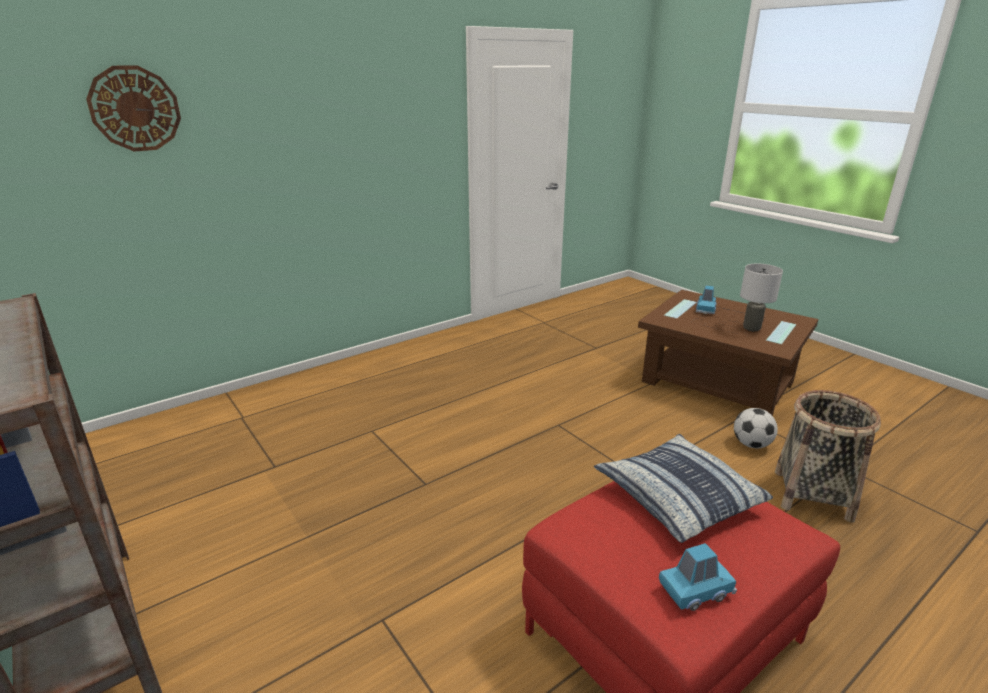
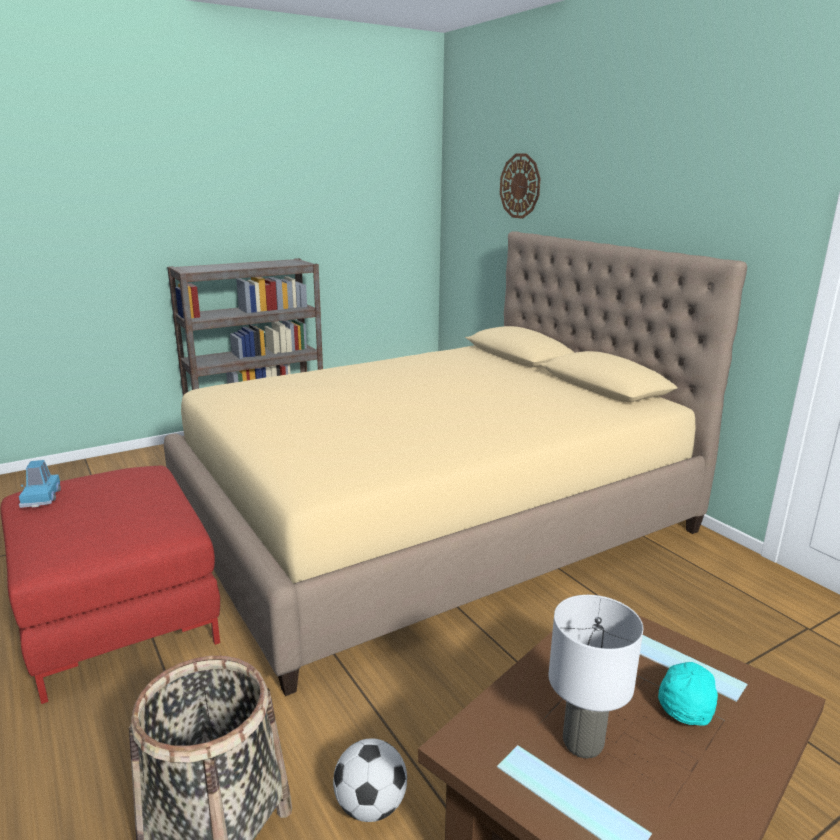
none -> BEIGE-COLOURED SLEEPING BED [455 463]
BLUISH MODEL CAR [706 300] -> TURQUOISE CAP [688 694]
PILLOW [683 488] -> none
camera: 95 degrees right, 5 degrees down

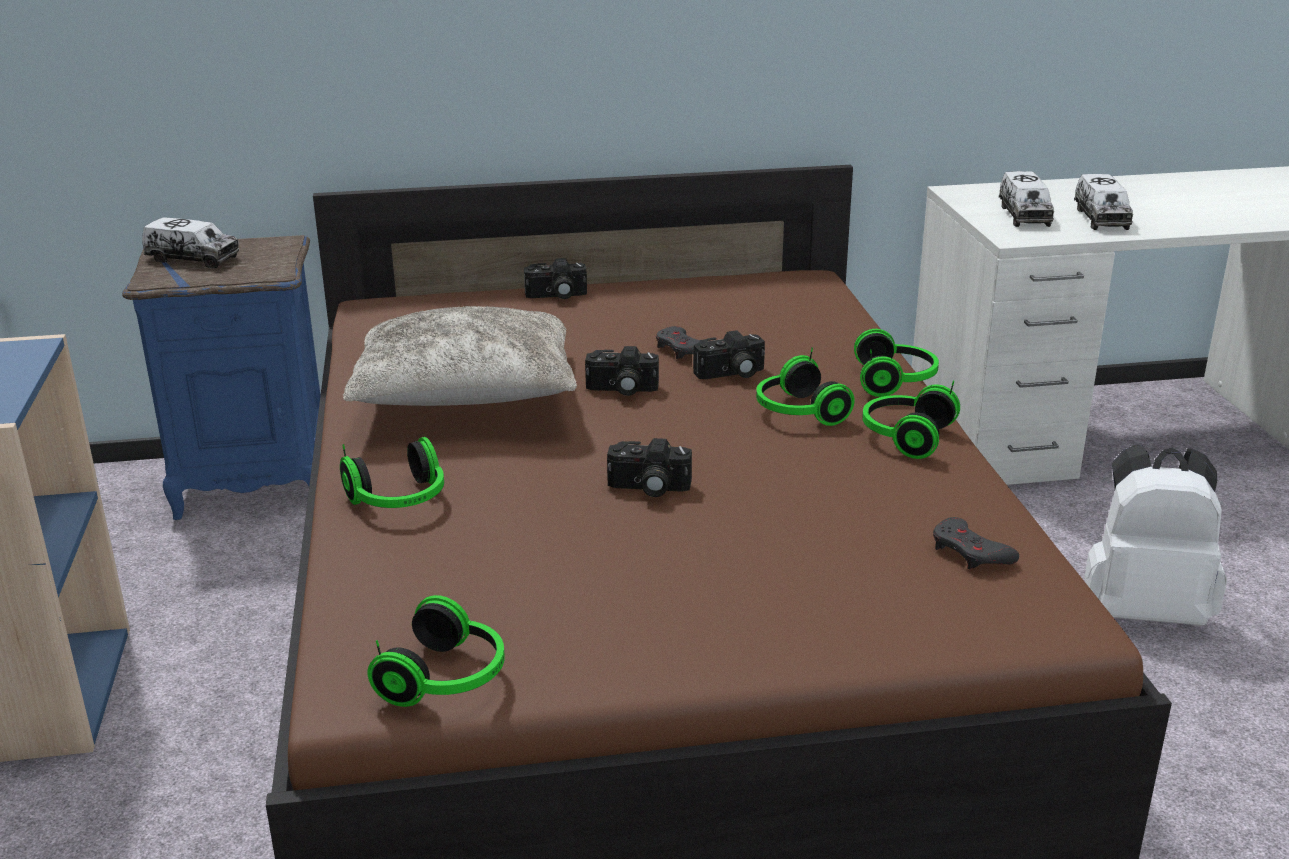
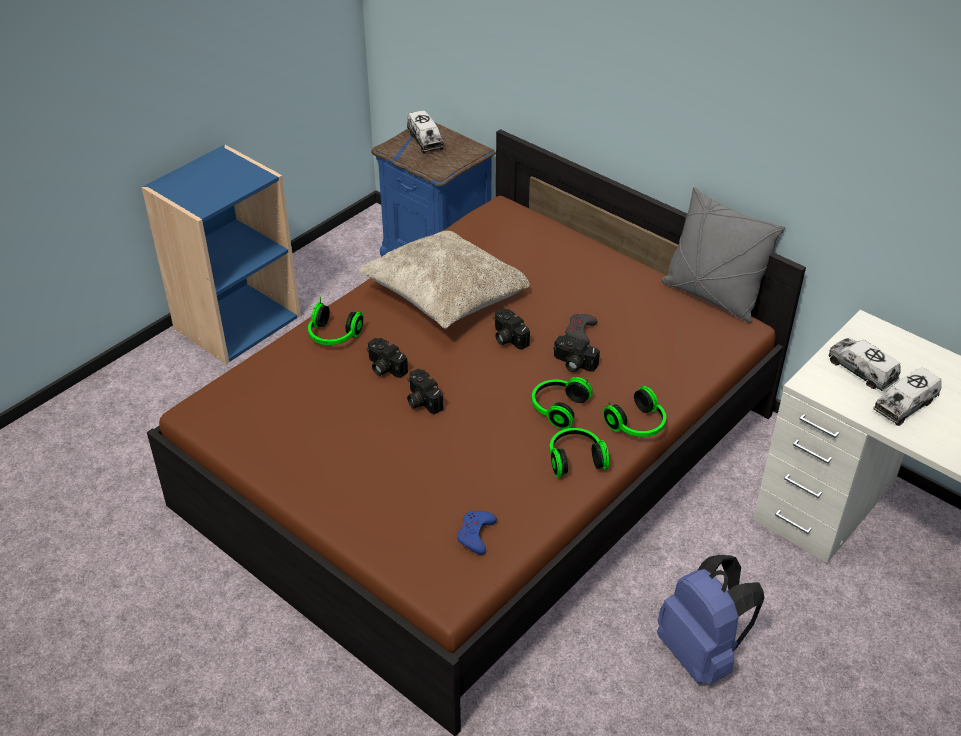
PHOTO CAMERA [555 278] -> PHOTO CAMERA [387 358], moved
GRAY GAME CONTROLLER [976 543] -> BLUISH GAME CONTROLLER [477 533]
WHITISH BACKPACK [1155 535] -> BLUISH BACKPACK [711 620]
none -> GRAY PILLOW [723 255]
MODEL TRUCK [1026 199] -> MODEL TRUCK [864 364], 90 degrees clockwise
HEADSET [436 651] -> none
camera: 50 degrees right, 15 degrees up

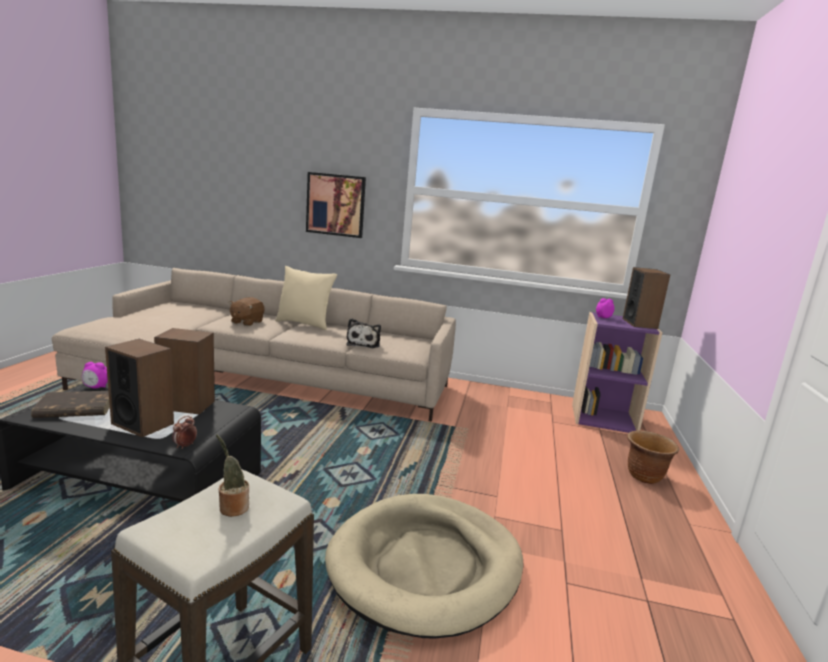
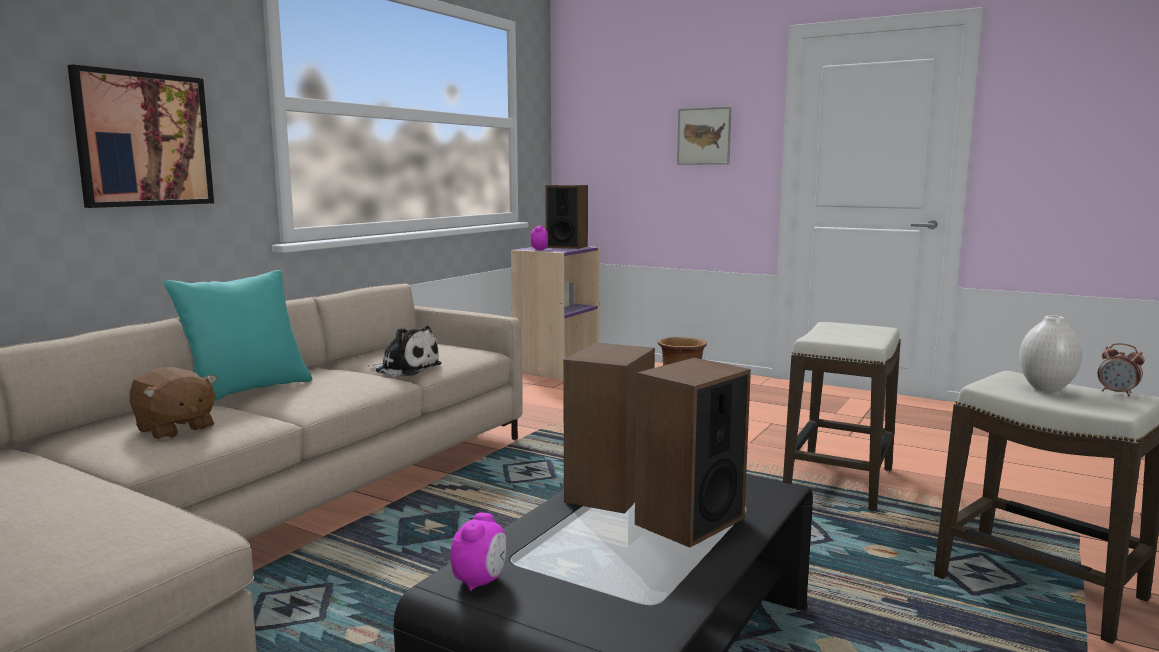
BEIGE-COLOURED PILLOW [306 298] -> TURQUOISE PILLOW [238 335]
none -> PICTURE [704 136]
BEIGE-COLOURED DOG BED [424 566] -> SITTING STOOL [842 416]
HOUSEPLANT [232 475] -> WHITISH DECORATIVE VASE [1050 353]
BEDSIDE CLOCK [184 432] -> BEDSIDE CLOCK [1121 369], moved
BROWN-COLOURED BOOK [70 404] -> none
camera: 70 degrees left, 5 degrees down

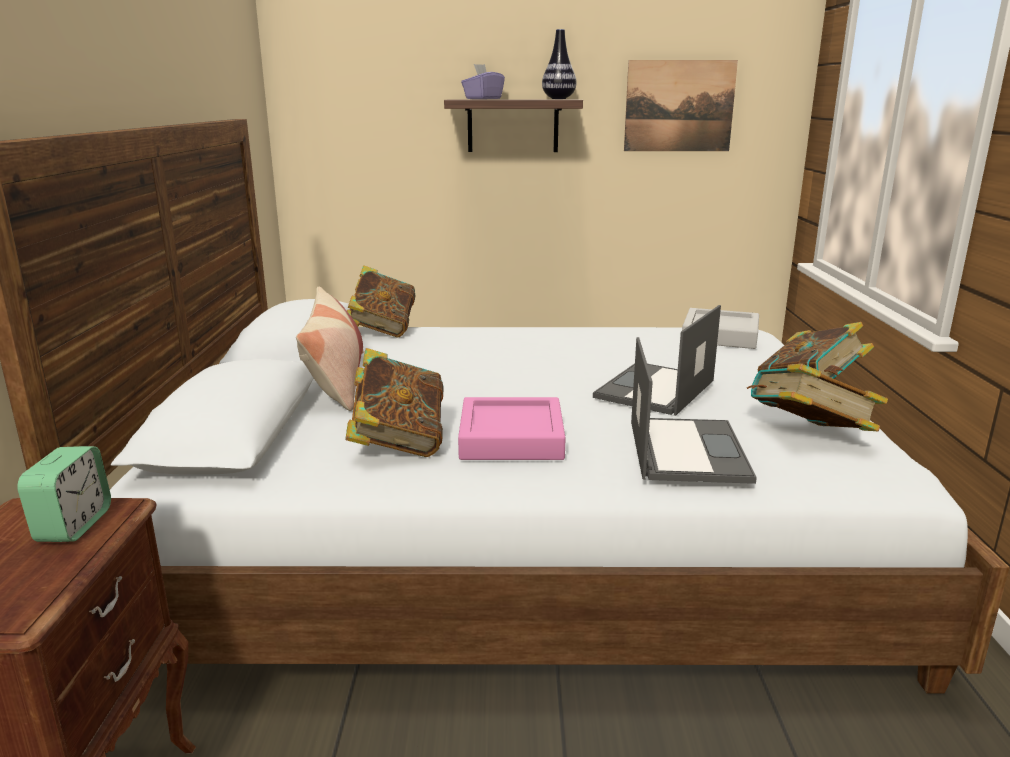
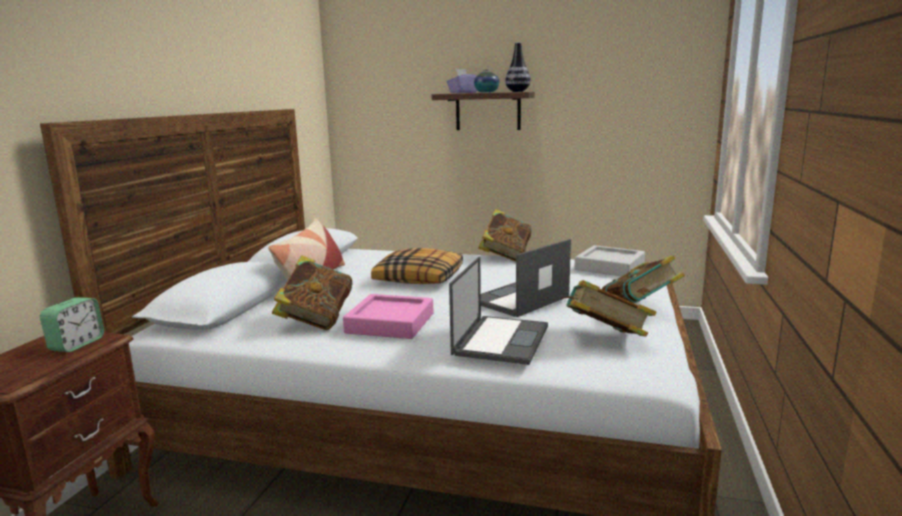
none -> PILLOW [417 266]
none -> DECORATIVE VASE [486 81]
BOOK [381 301] -> BOOK [505 235], moved
PICTURE [681 105] -> none
camera: 15 degrees right, 5 degrees down

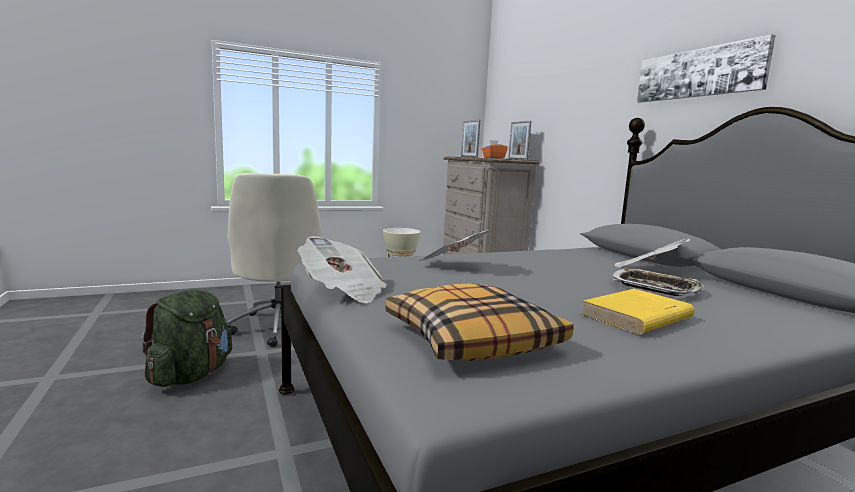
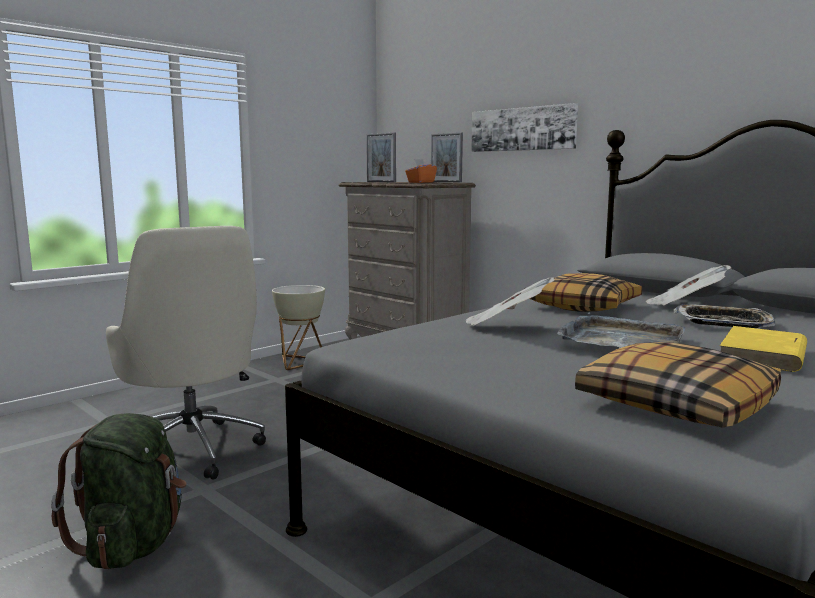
PICTURE [706 68] -> PICTURE [524 127], moved
none -> PILLOW [586 292]
none -> GRAY TRAY [621 330]
DAILY PAPER [342 269] -> none
camera: 20 degrees left, 0 degrees up

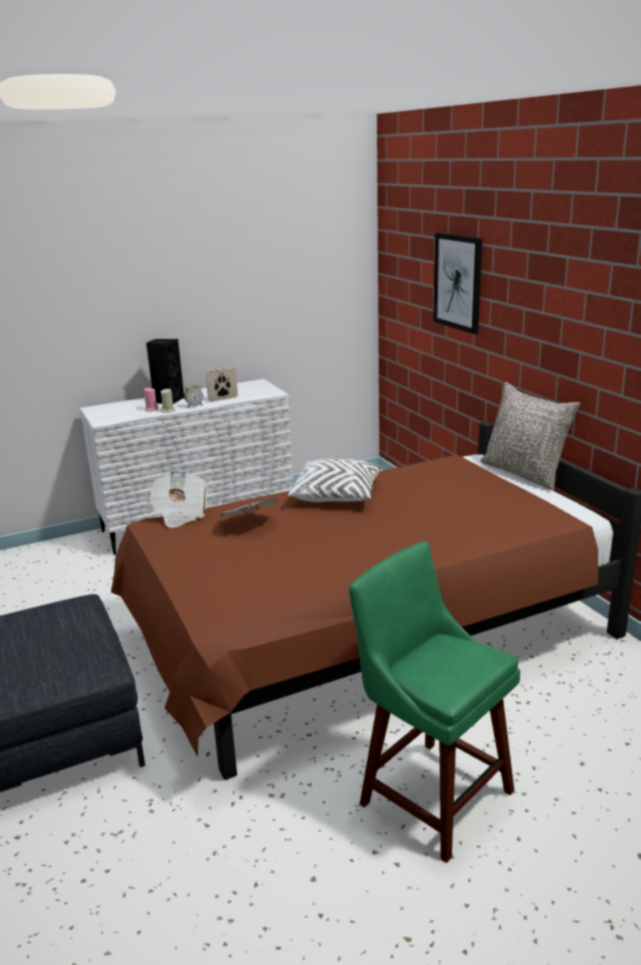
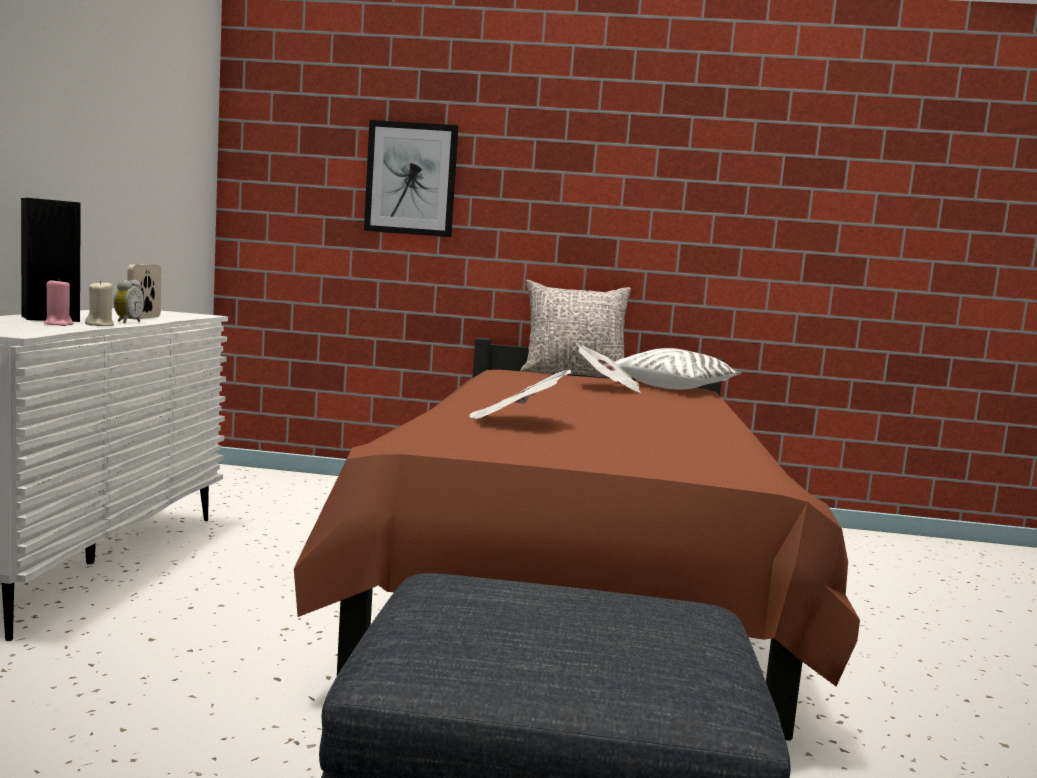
DAILY PAPER [178 498] -> DAILY PAPER [608 368], moved
WHITISH PILLOW [335 480] -> WHITISH PILLOW [678 369], moved
GREEN CHAIR [434 702] -> none
camera: 60 degrees left, 15 degrees down

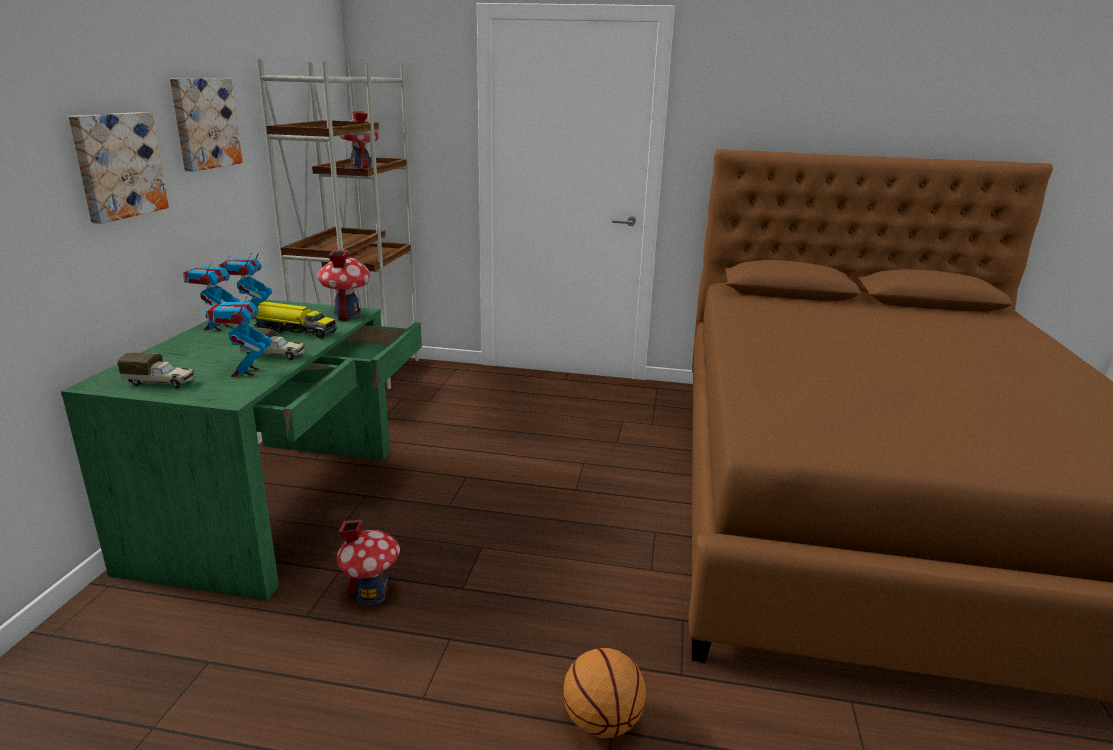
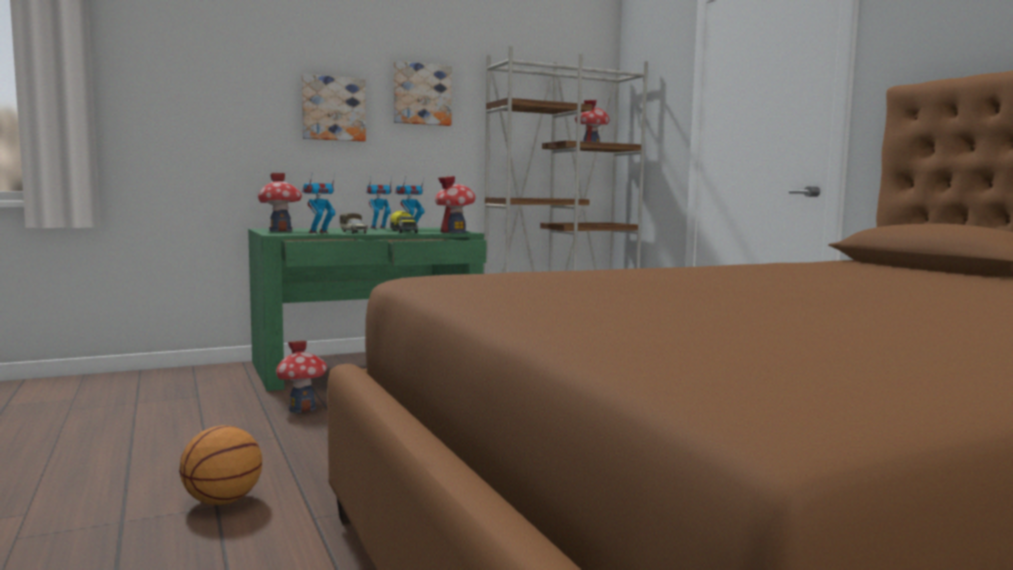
MODEL TRUCK [156 370] -> TOY HOUSE [280 202]
camera: 55 degrees right, 15 degrees down

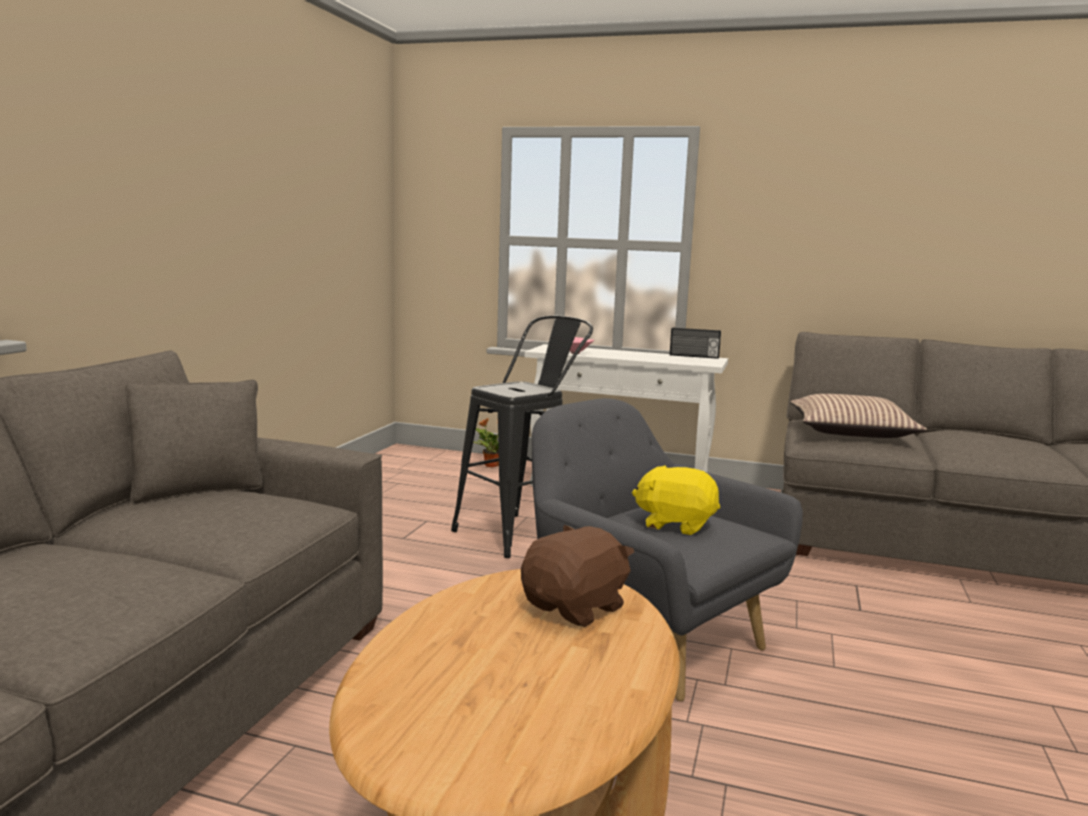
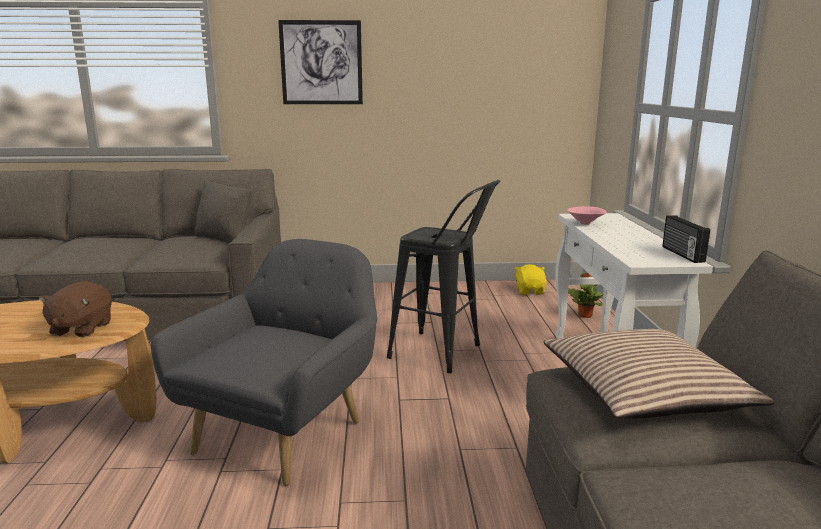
BROWN-COLOURED PLUSH TOY [577 576] -> BROWN-COLOURED PLUSH TOY [75 309], 75 degrees clockwise
none -> PICTURE [320 62]
YELLOWISH PLUSH TOY [676 500] -> YELLOWISH PLUSH TOY [531 279], moved
camera: 70 degrees right, 5 degrees up

